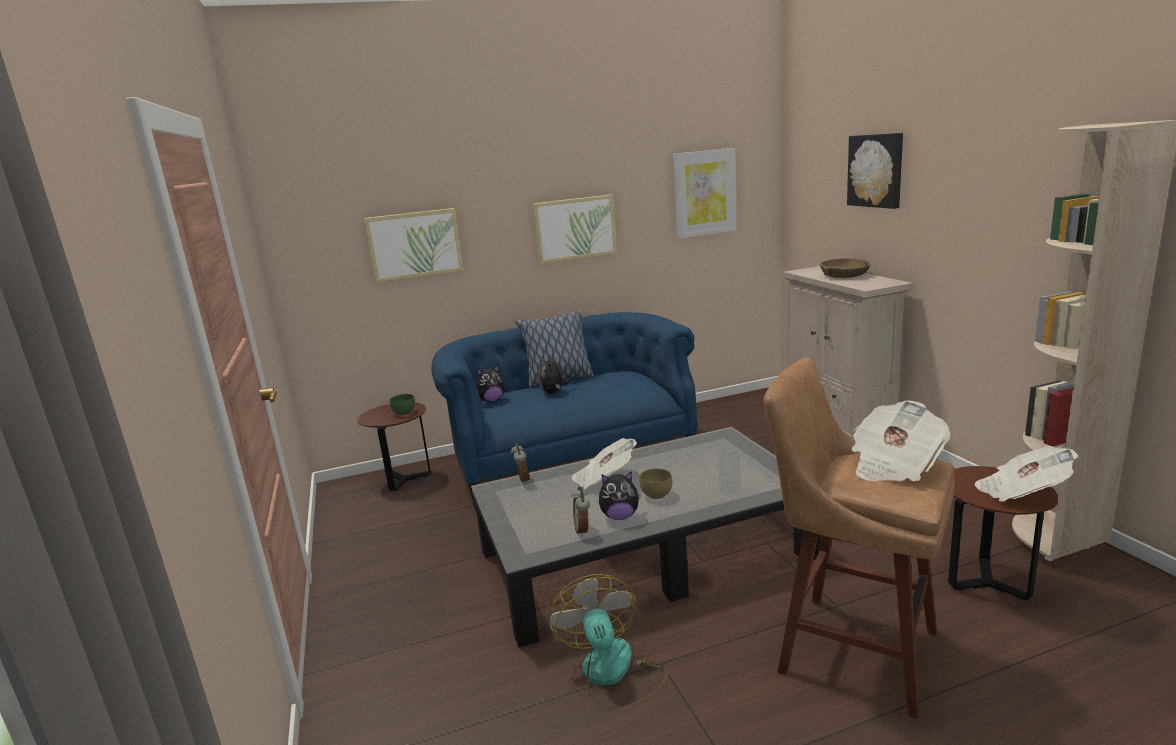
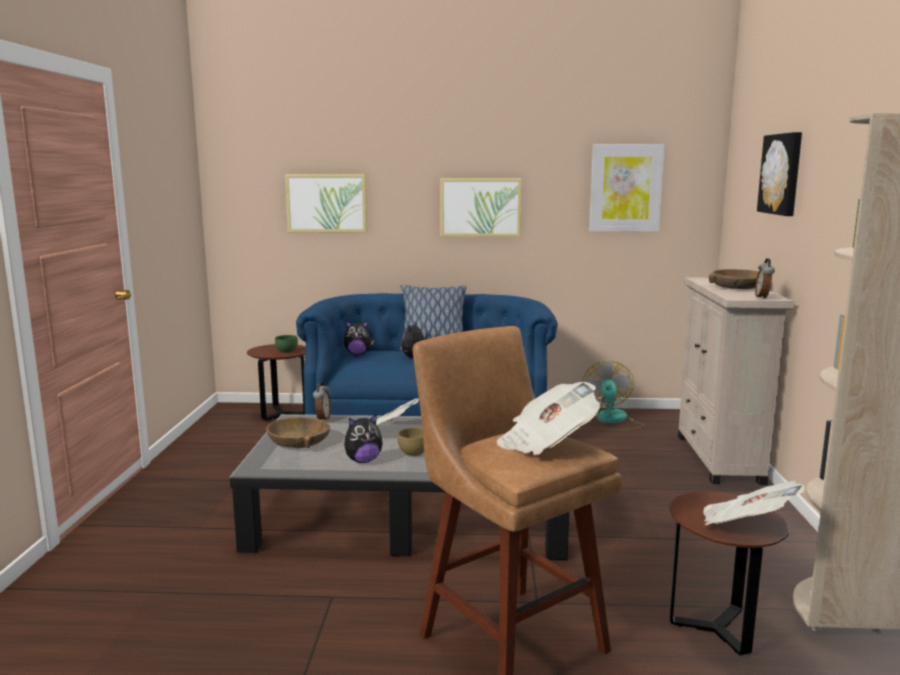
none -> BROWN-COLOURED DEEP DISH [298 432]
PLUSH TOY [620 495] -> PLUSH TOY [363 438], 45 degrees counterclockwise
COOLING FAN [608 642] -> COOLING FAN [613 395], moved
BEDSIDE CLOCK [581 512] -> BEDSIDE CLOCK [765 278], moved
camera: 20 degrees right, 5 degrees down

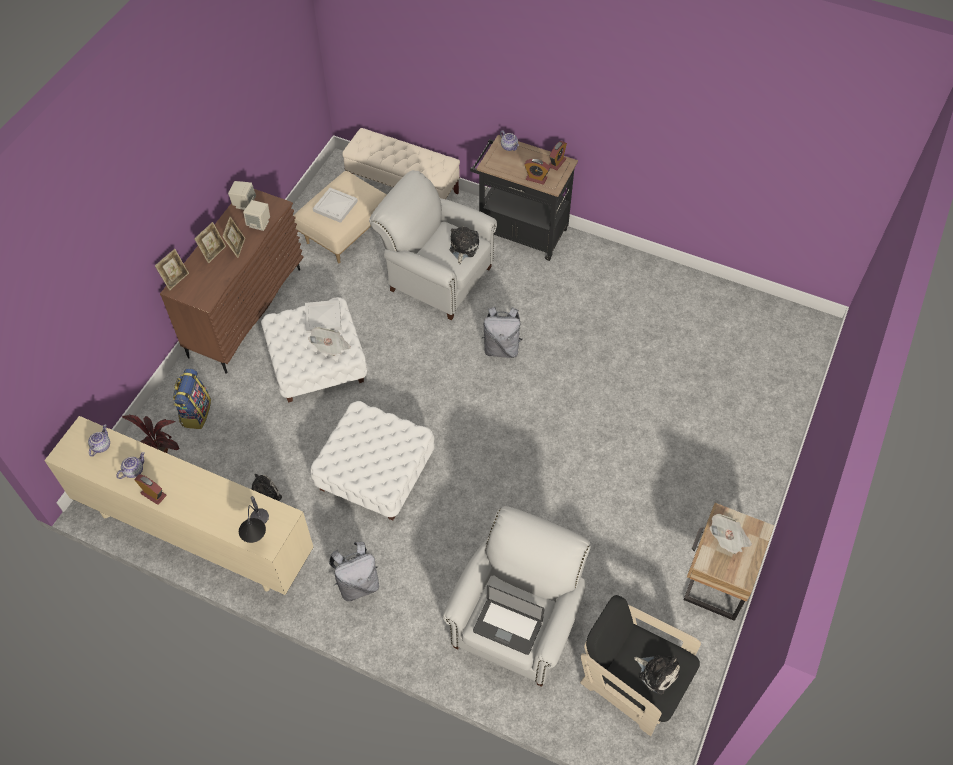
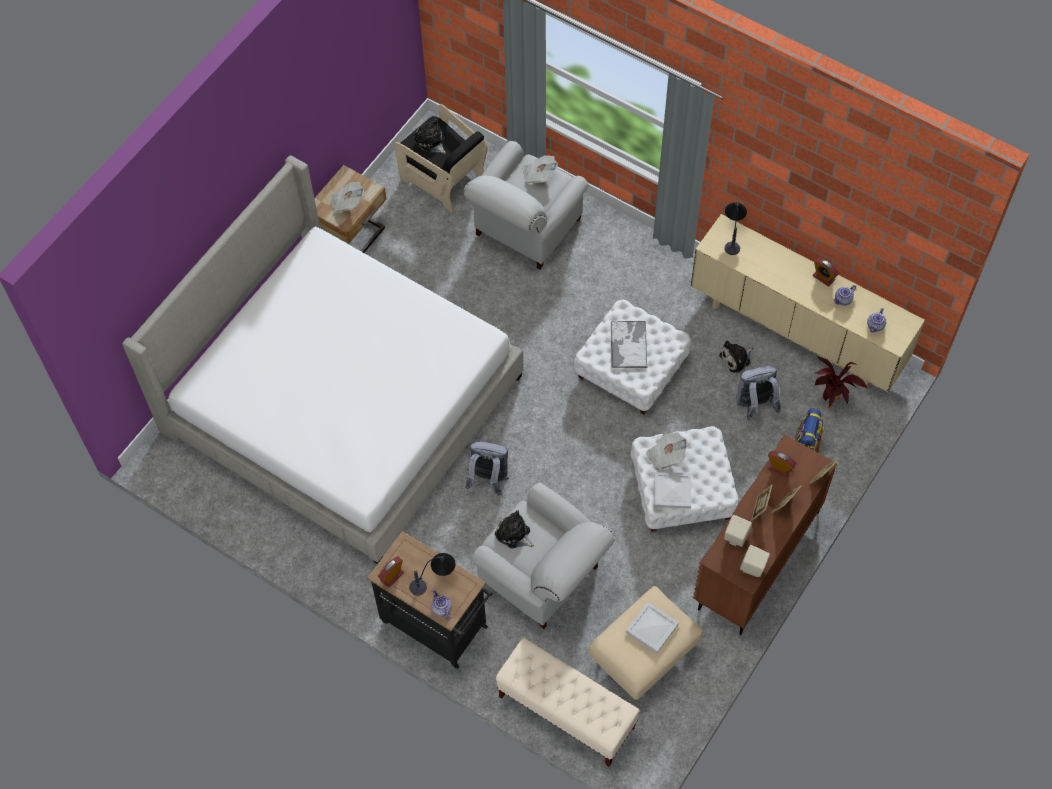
none -> SLEEPING BED [323 359]
none -> TABLE LAMP [432 574]
PLUSH TOY [464 245] -> PLUSH TOY [514 529], 105 degrees clockwise
PORTABLE COMPUTER [509 620] -> DAILY PAPER [540 169]
none -> TRAY [629 344]
GRAY BACKPACK [354 571] -> GRAY BACKPACK [758 393], moved
BEDSIDE CLOCK [537 172] -> BEDSIDE CLOCK [782 464], moved
camera: 170 degrees left, 5 degrees up

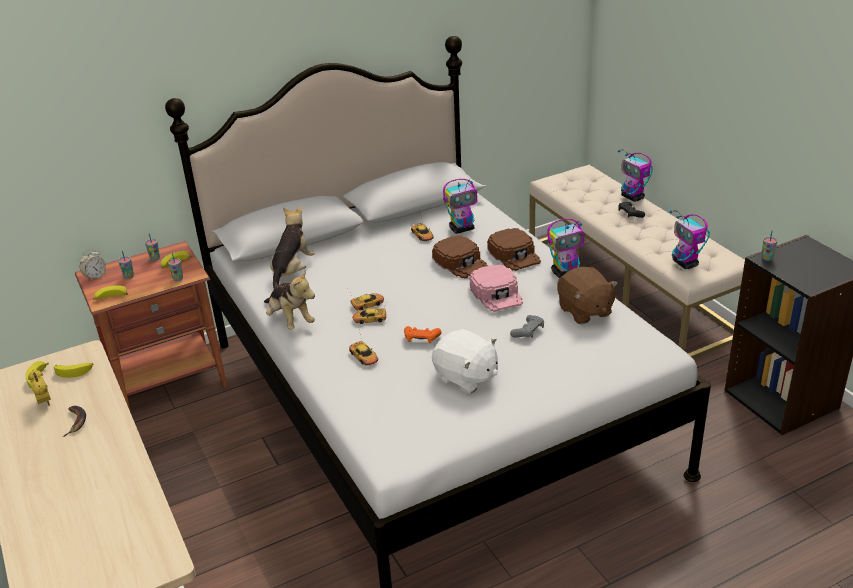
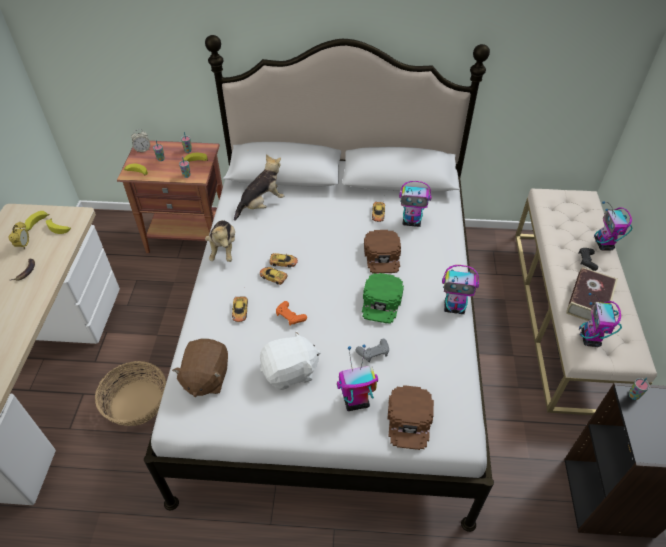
none -> HOUSEHOLD BASKET [130 393]
BROWN-COLOURED PLUSH TOY [587 295] -> BROWN-COLOURED PLUSH TOY [200 368], moved
WHITISH PLUSH TOY [465 361] -> WHITISH PLUSH TOY [290 360], 90 degrees counterclockwise
none -> MODEL ROBOT [357 377]
PINK CAP [496 288] -> GREEN CAP [383 298]
BROWN-COLOURED CAP [514 249] -> BROWN-COLOURED CAP [410 417], moved
none -> BOOK [592 294]
camera: 30 degrees right, 15 degrees up

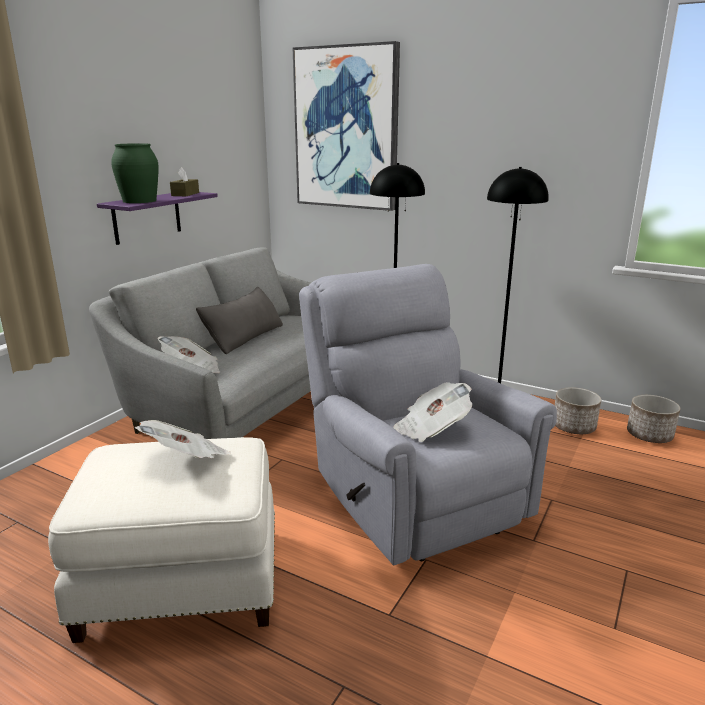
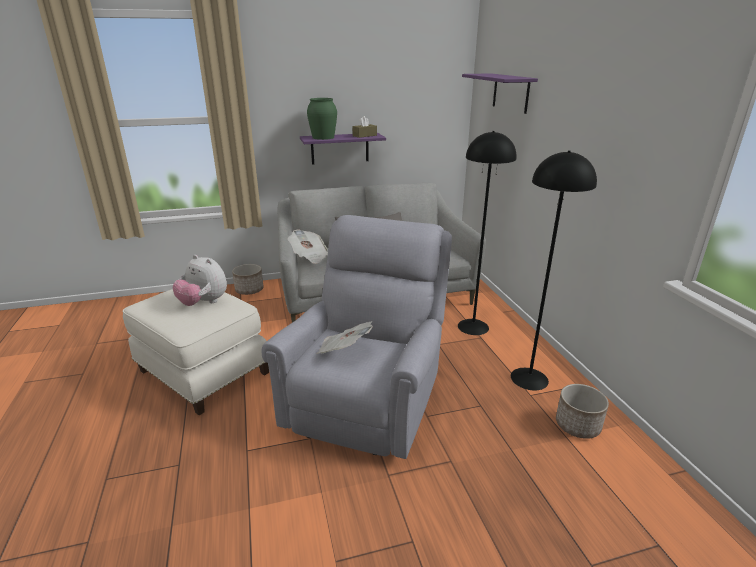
DAILY PAPER [182 439] -> PLUSH TOY [200 280]
PLANT POT [653 419] -> PLANT POT [248 279], moved
PICTURE [346 126] -> PURPLISH BRACKET SHELF [500 93]
camera: 45 degrees right, 5 degrees up

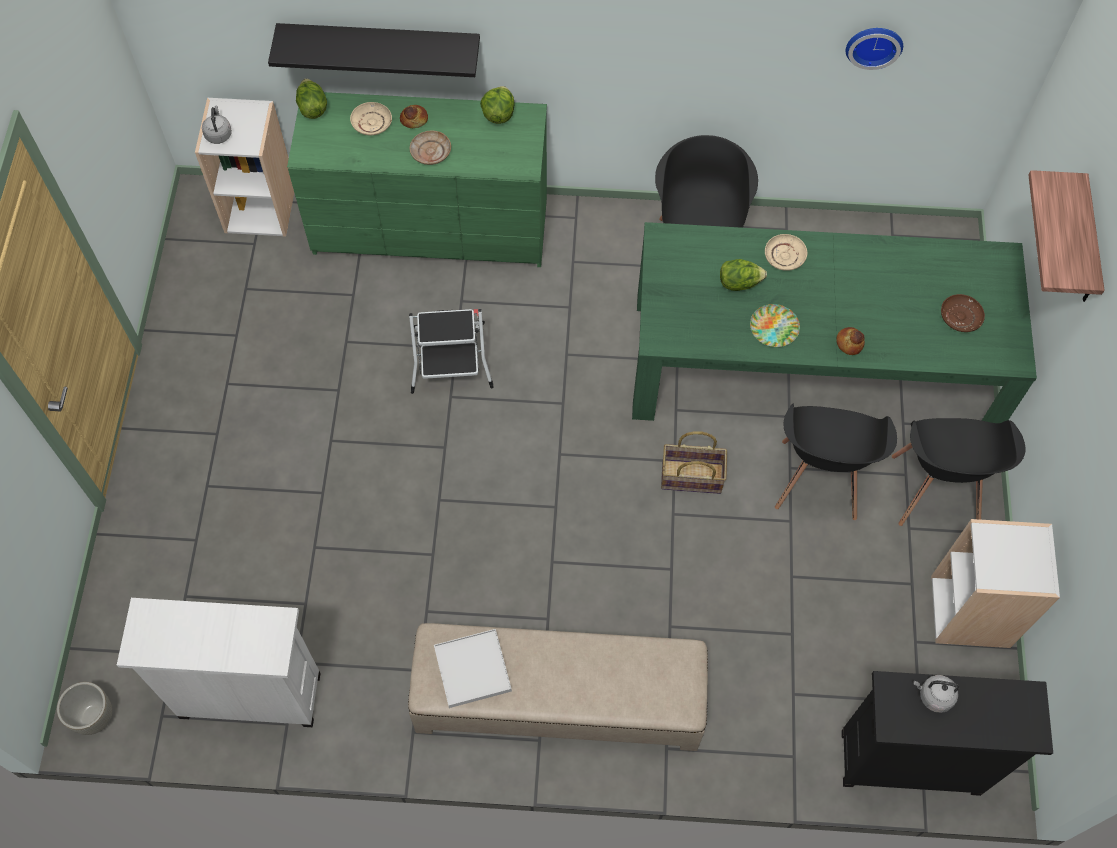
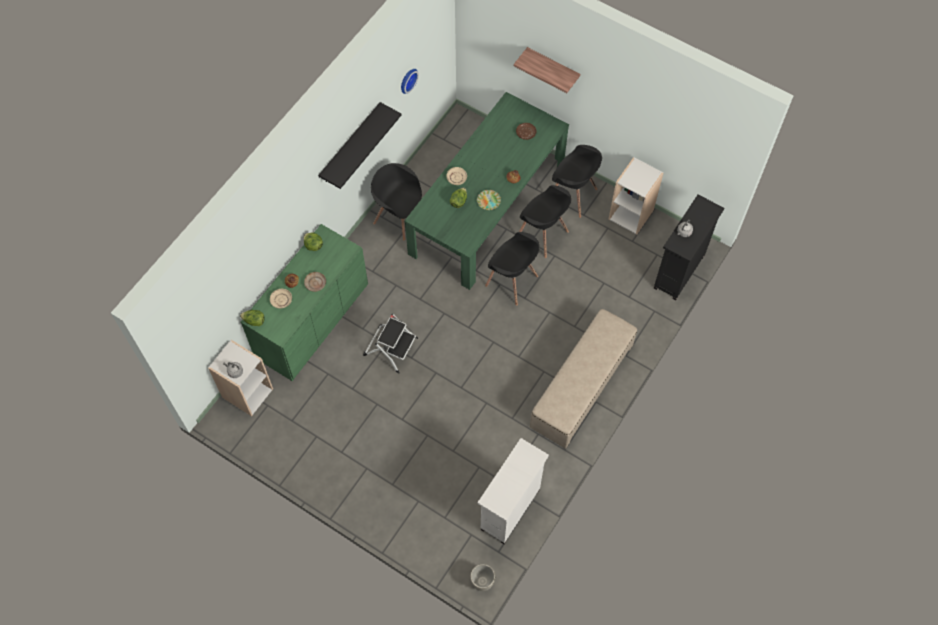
BLACKISH BRACKET SHELF [374 50] -> BLACKISH BRACKET SHELF [360 145], moved
HOUSEHOLD BASKET [694 462] -> BLACKISH CHAIR [512 269]
WHITISH TRAY [473 668] -> none
camera: 60 degrees left, 0 degrees up

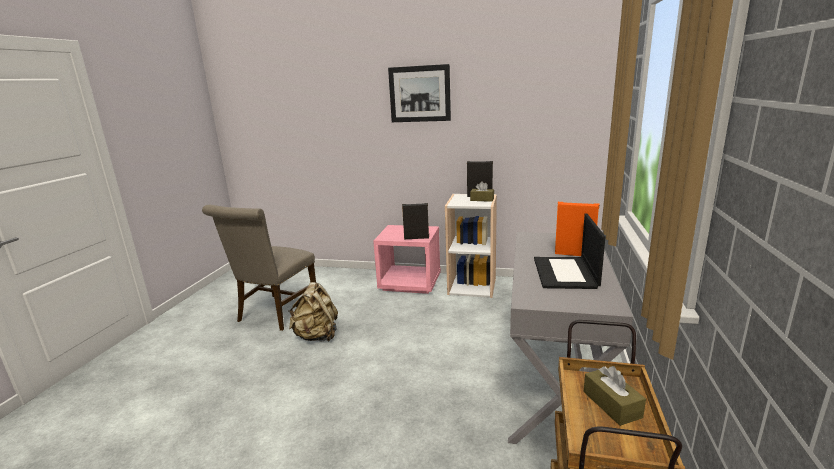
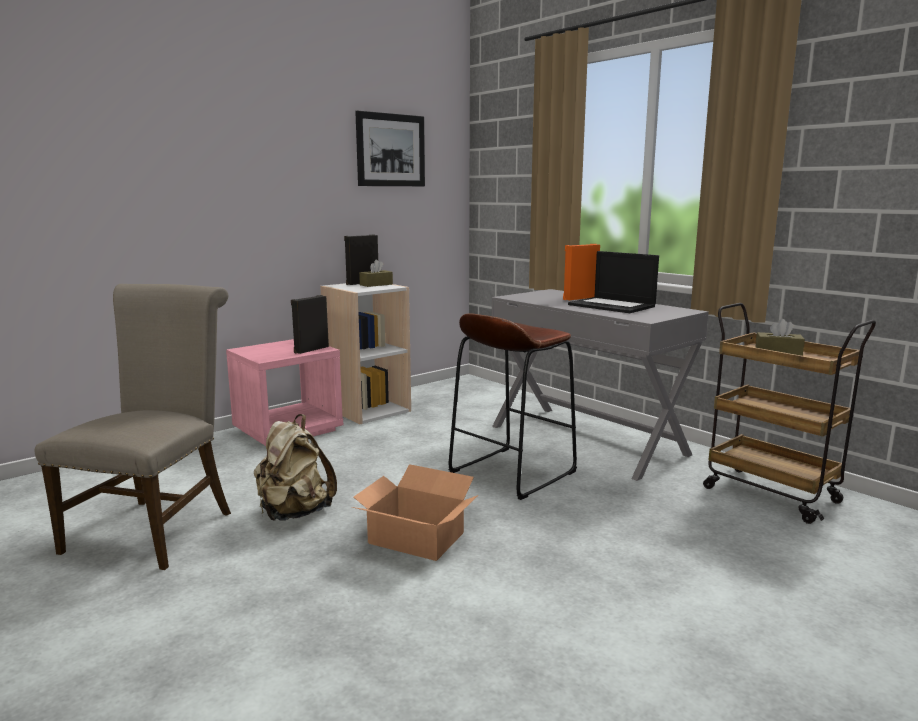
BEIGE-COLOURED CHAIR [259 268] -> BEIGE-COLOURED CHAIR [133 427], 135 degrees counterclockwise
none -> PACKING BOX [415 512]
PICTURE [419 93] -> PICTURE [390 148], moved
none -> BROWN-COLOURED SITTING STOOL [513 406]
camera: 55 degrees left, 5 degrees down

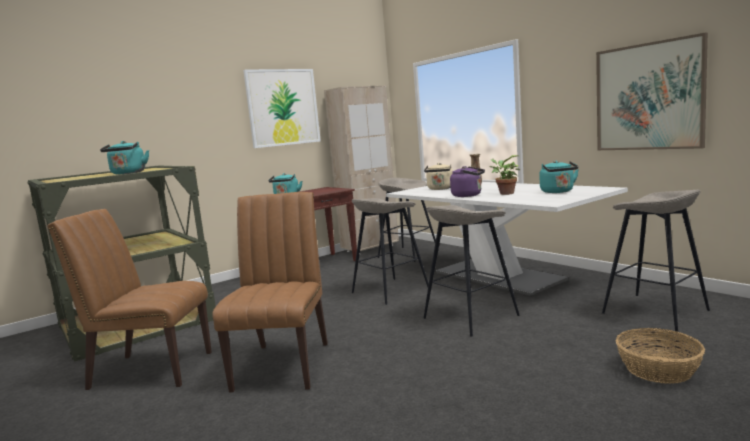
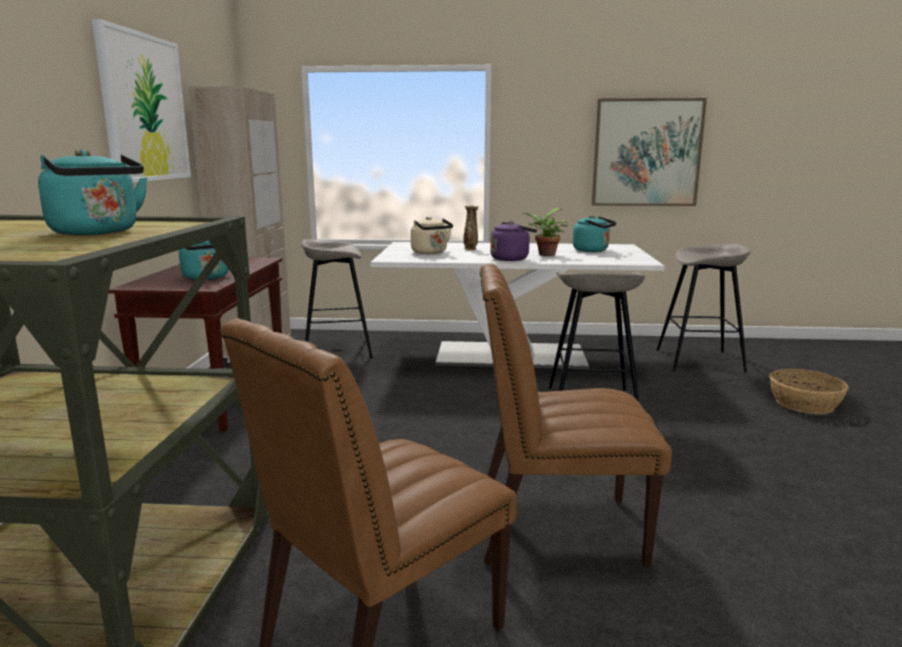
BROWN-COLOURED CHAIR [270 292] -> BROWN-COLOURED CHAIR [575 415], 45 degrees counterclockwise
GRAY SITTING STOOL [390 251] -> none
camera: 50 degrees left, 5 degrees up

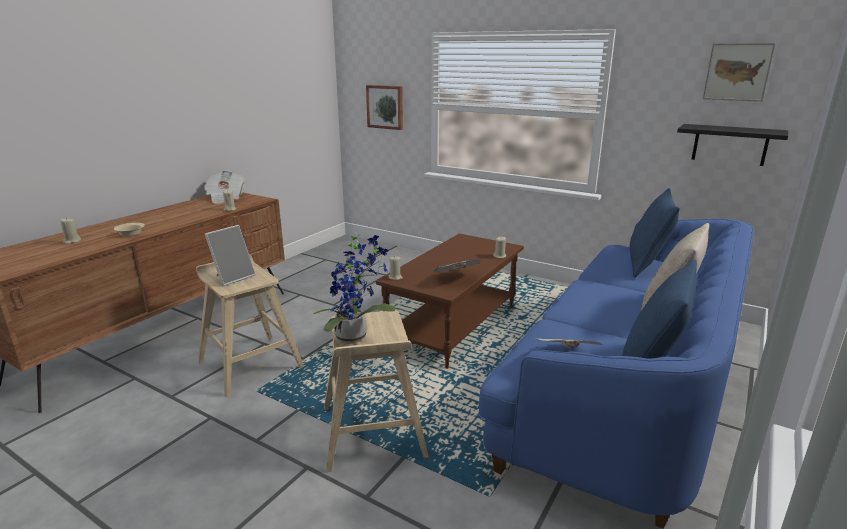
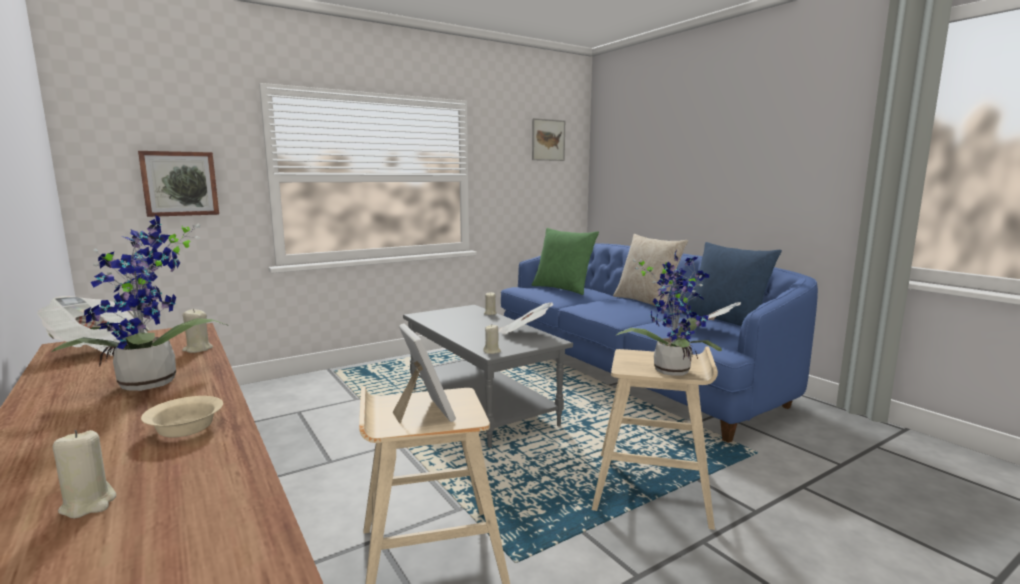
none -> HOUSEPLANT [139 303]
BROWN-COLOURED COFFEE TABLE [450 301] -> GRAY COFFEE TABLE [488 376]
BLUISH PILLOW [655 233] -> GREEN PILLOW [565 261]
BLACKISH BRACKET SHELF [732 145] -> none
camera: 65 degrees left, 10 degrees down

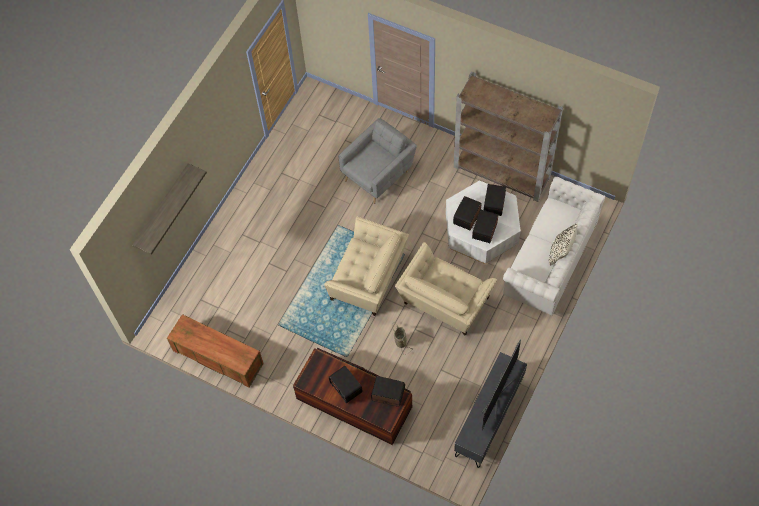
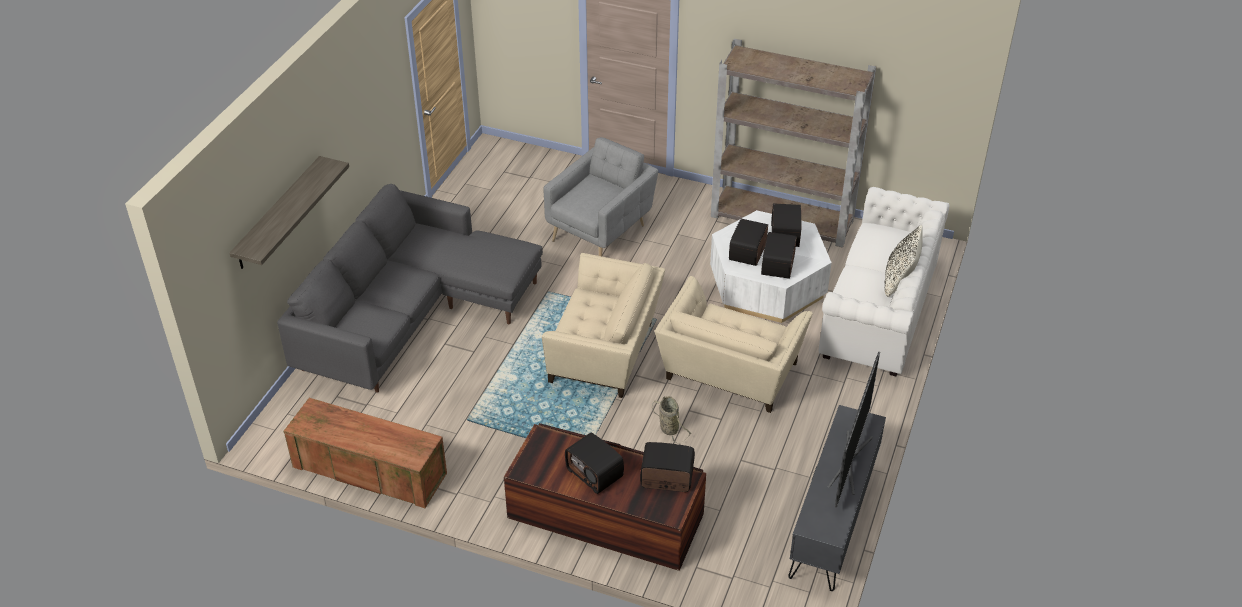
none -> GRAY COUCH [410 288]
camera: 10 degrees left, 20 degrees down

